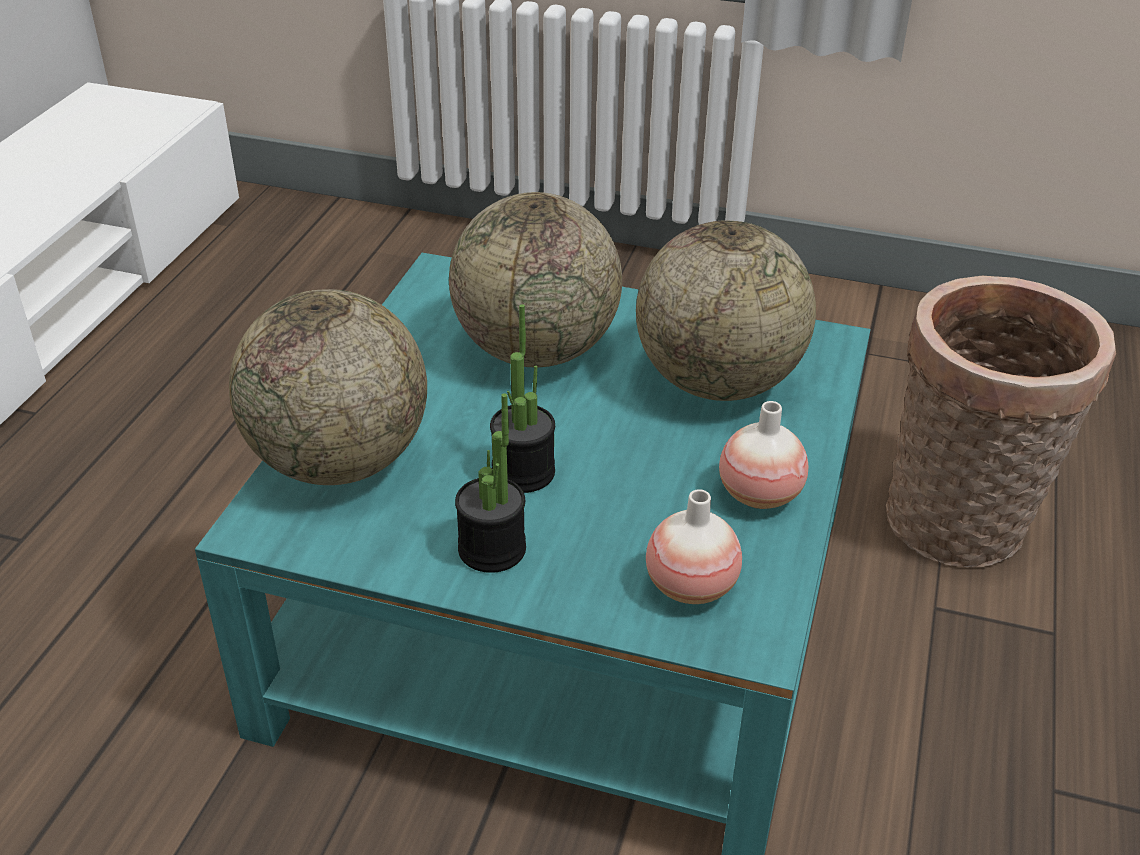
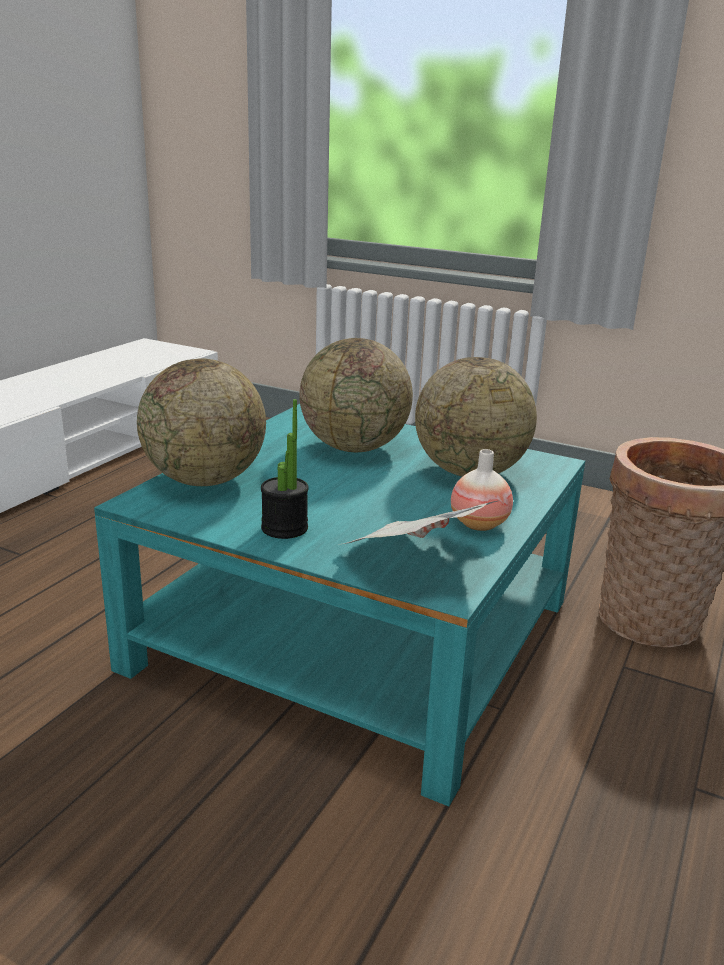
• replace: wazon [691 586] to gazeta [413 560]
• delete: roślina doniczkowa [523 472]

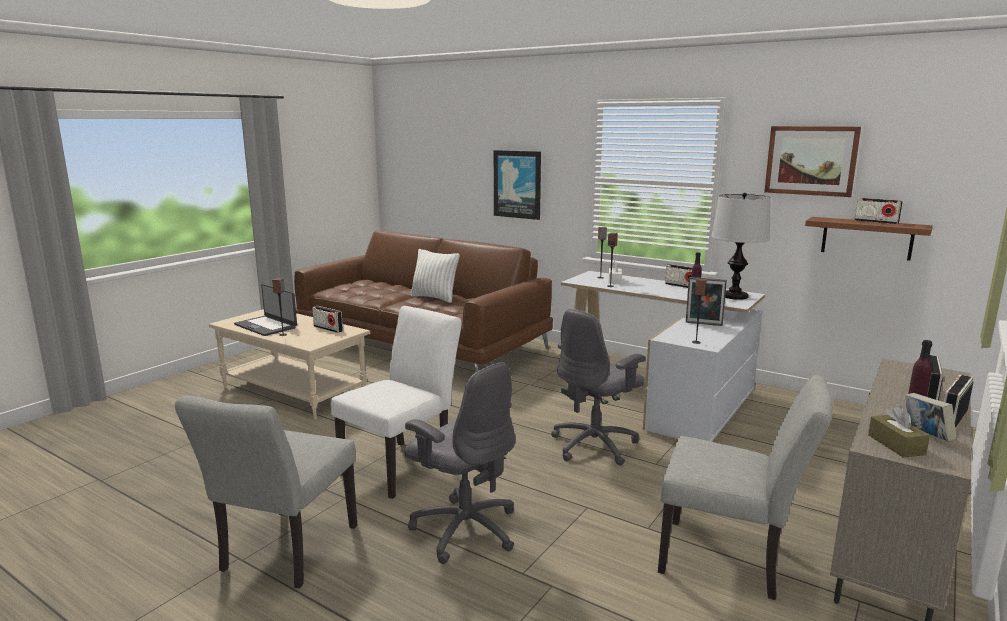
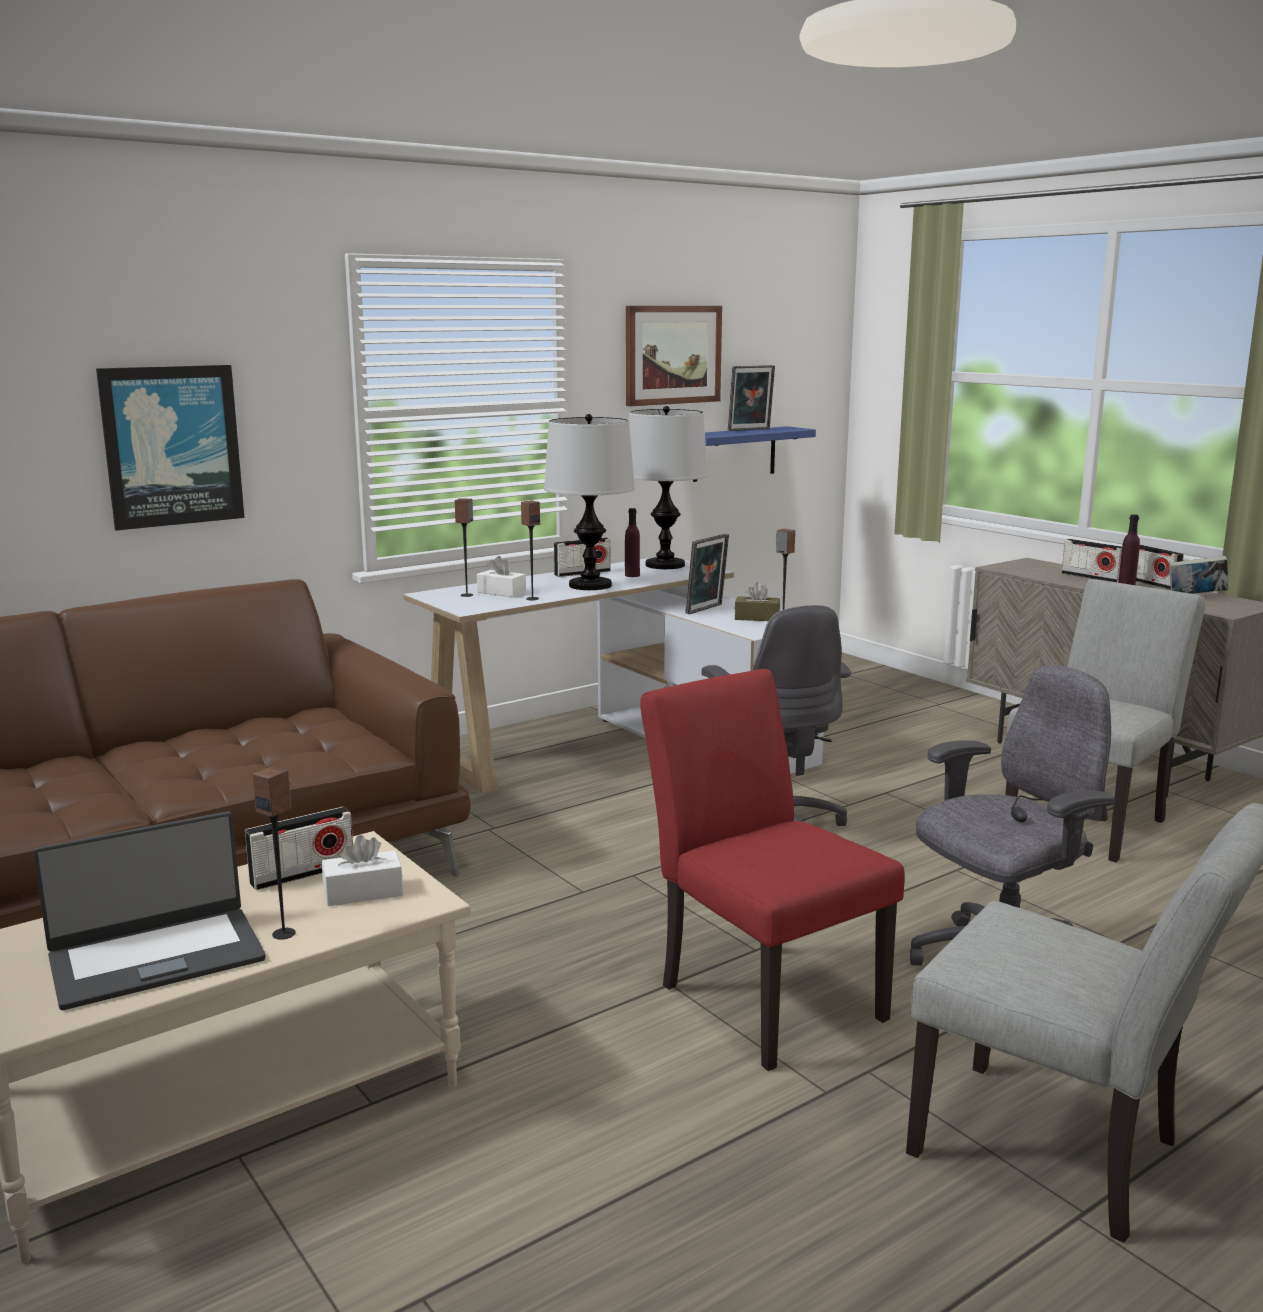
• insert: pudełko chusteczek/biały [363 892]
• insert: lampa stołowa [590 585]
• recolor: krzesło/biały [403 465] to krzesło/czerwony [760 994]
• recolor: półka/brązowy [867 238] to półka/niebieski [734 453]
• replace: radio [876 222] to ramka na zdjęcie [750 430]
• move: pudełko chusteczek/brązowy [896 445] to [757 618]
• delete: poduszka/biały [434 298]

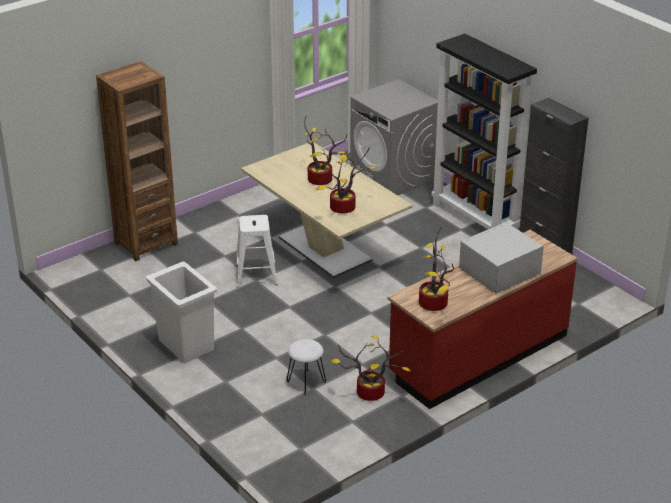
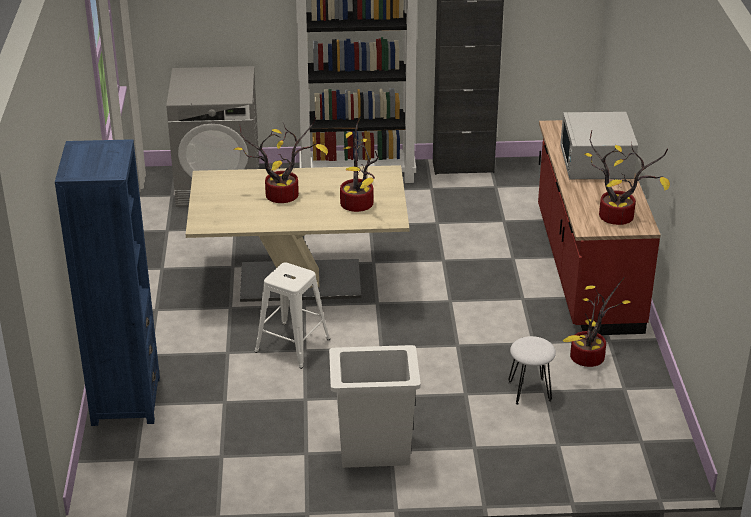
• recolor: regał/brązowy [146 243] to regał/niebieski [125 401]

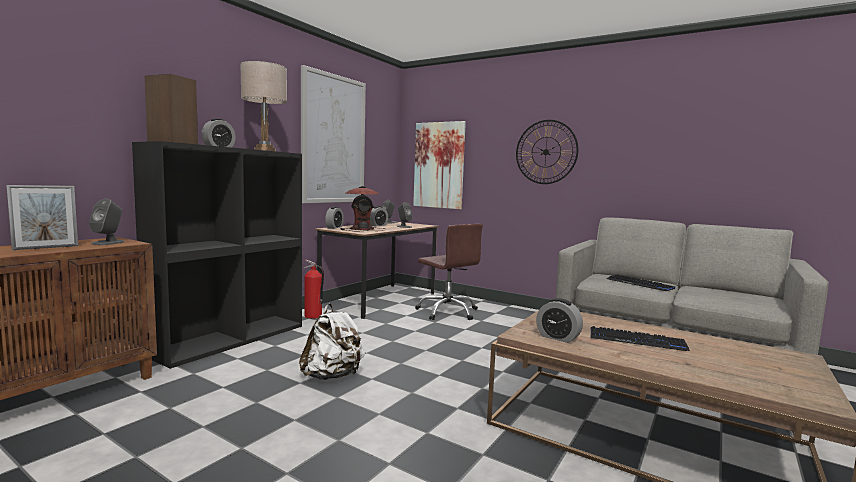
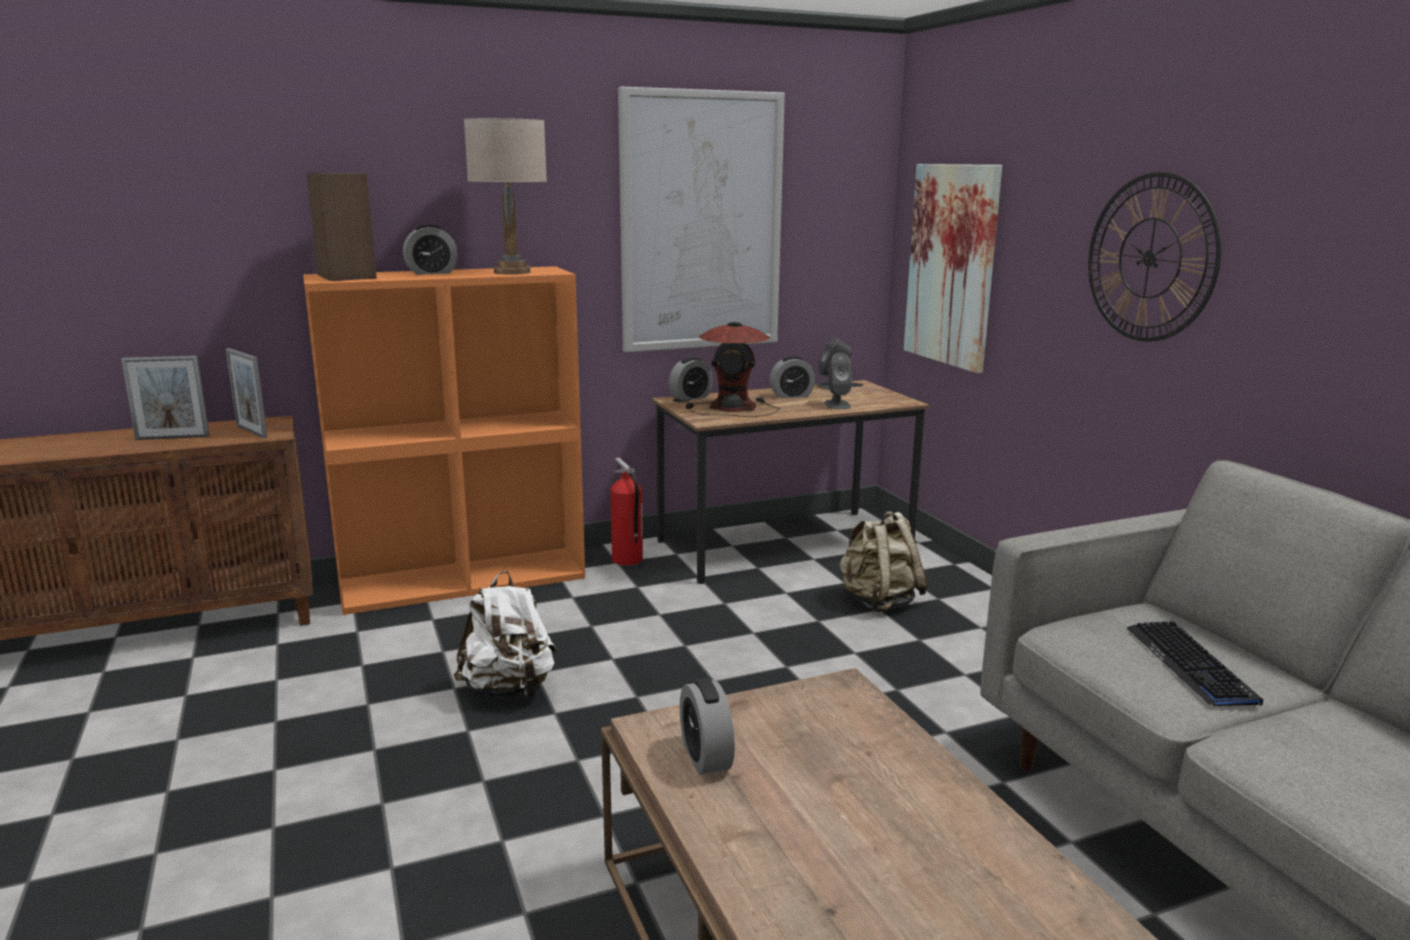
• replace: głośnik/szary [108 243] to ramka na zdjęcie [251 431]
• recolor: regał/czarny [230 339] to regał/pomarańczowy [464 580]
• replace: krzesło biurowe/brązowy [448 312] to plecak/beżowy [878 602]
• delete: klawiatura [636 340]

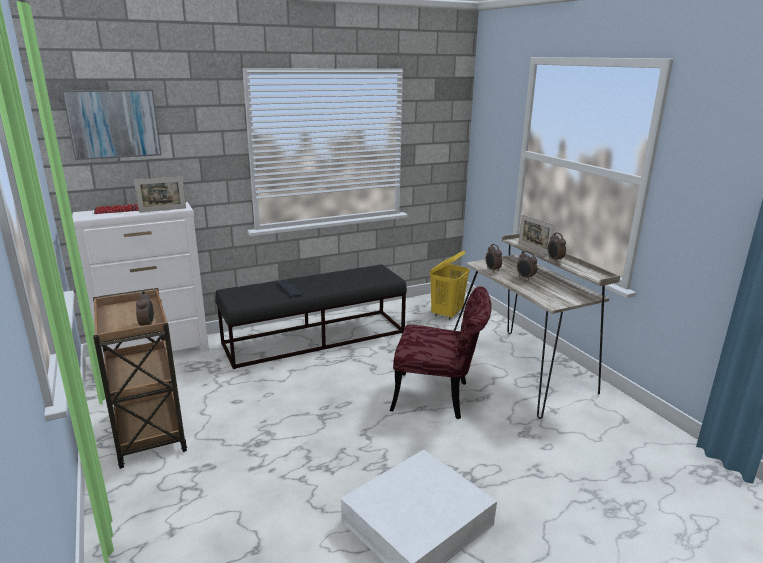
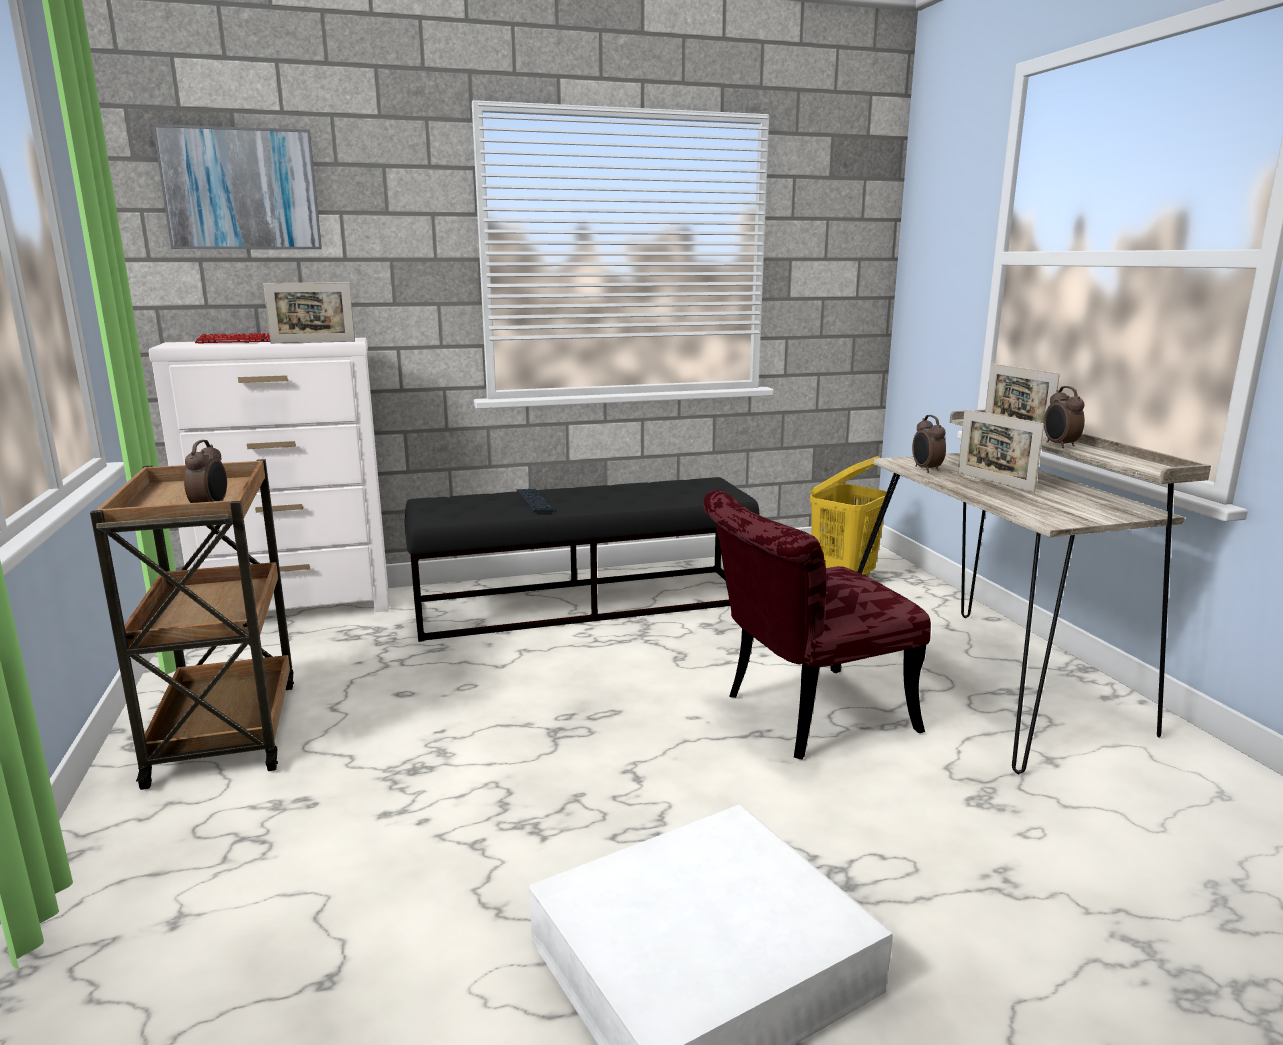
• rotate: krzesło/czerwony [439 397] = [802 716] 135 degrees clockwise
• replace: budzik [525 278] to ramka na zdjęcie [994 482]

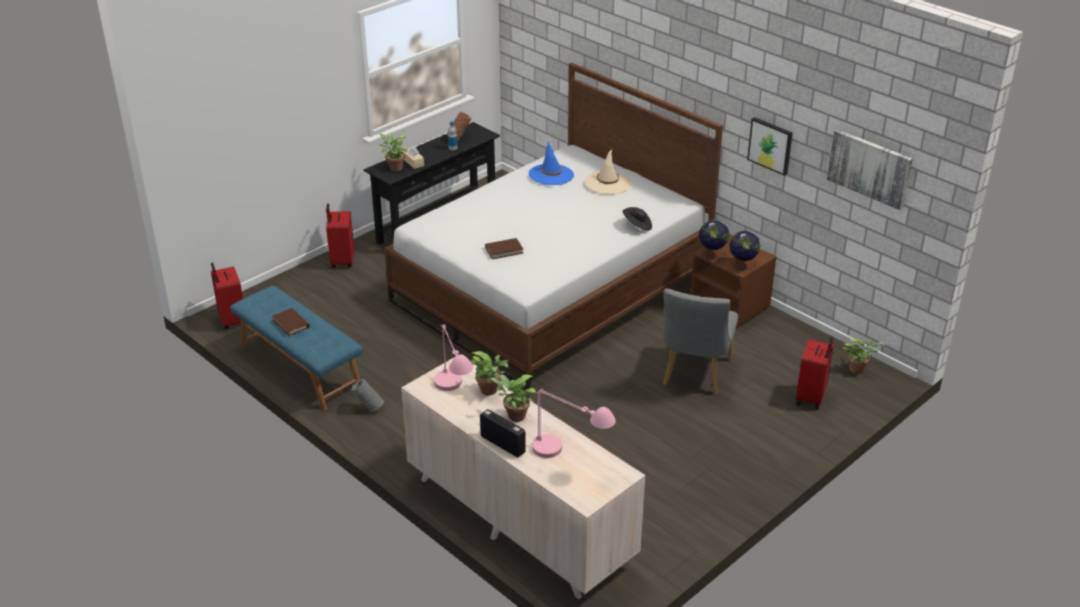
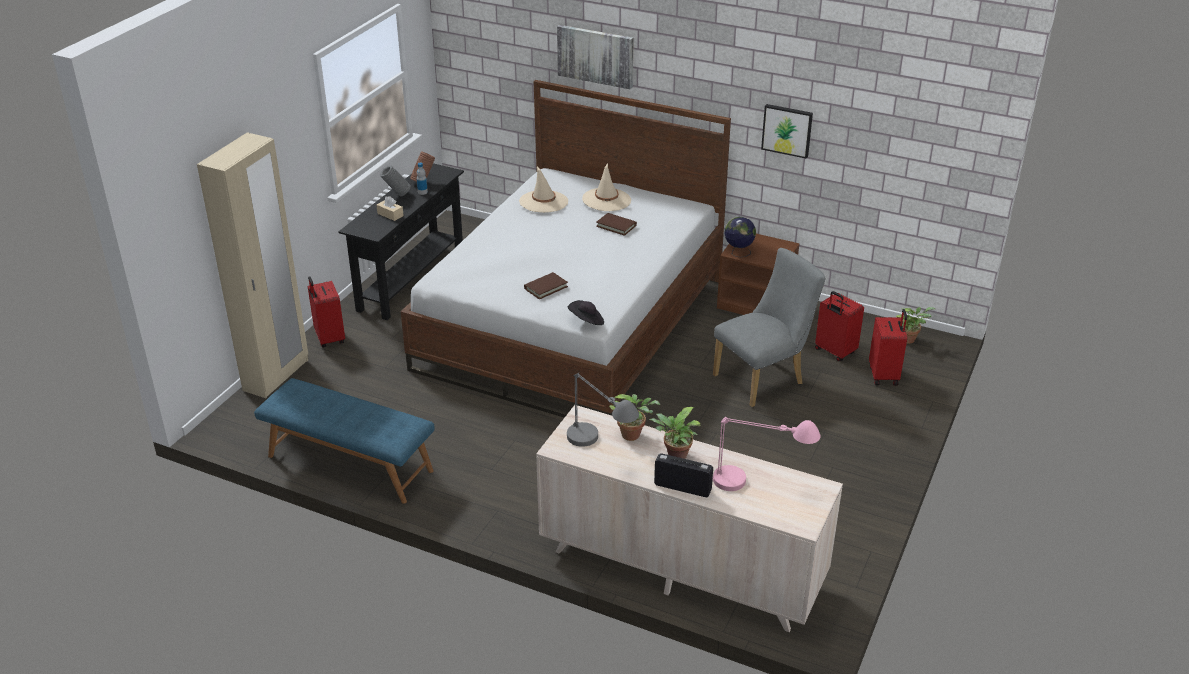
• insert: szafa/beżowy [276 375]
• move: wazon/szary [369 409] to [396 195]
• recolor: kapelusz/niebieski [551 175] to kapelusz/beżowy [543 202]
• move: obraz [870 168] to [595 56]
• recolor: lampa stołowa/różowy [454 397] to lampa stołowa/szary [600 451]
• move: kapelusz/czarny [637 225] to [586 321]
• move: książka/brązowy [291 323] to [616 226]
• rotate: krzesło/szary [694 375] = [764 378] 120 degrees counterclockwise
• move: walizka/czerwony [231 320] to [834 352]
• delete: roślina doniczkowa [394 168]
• delete: globus [742 265]

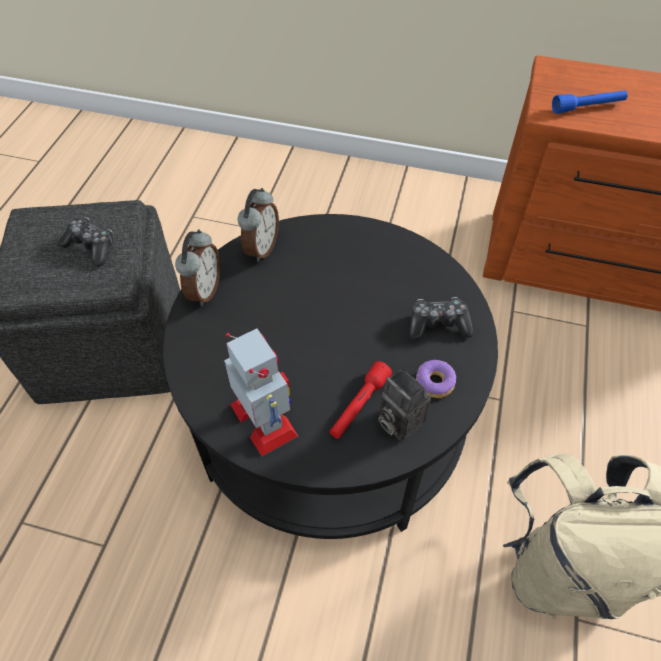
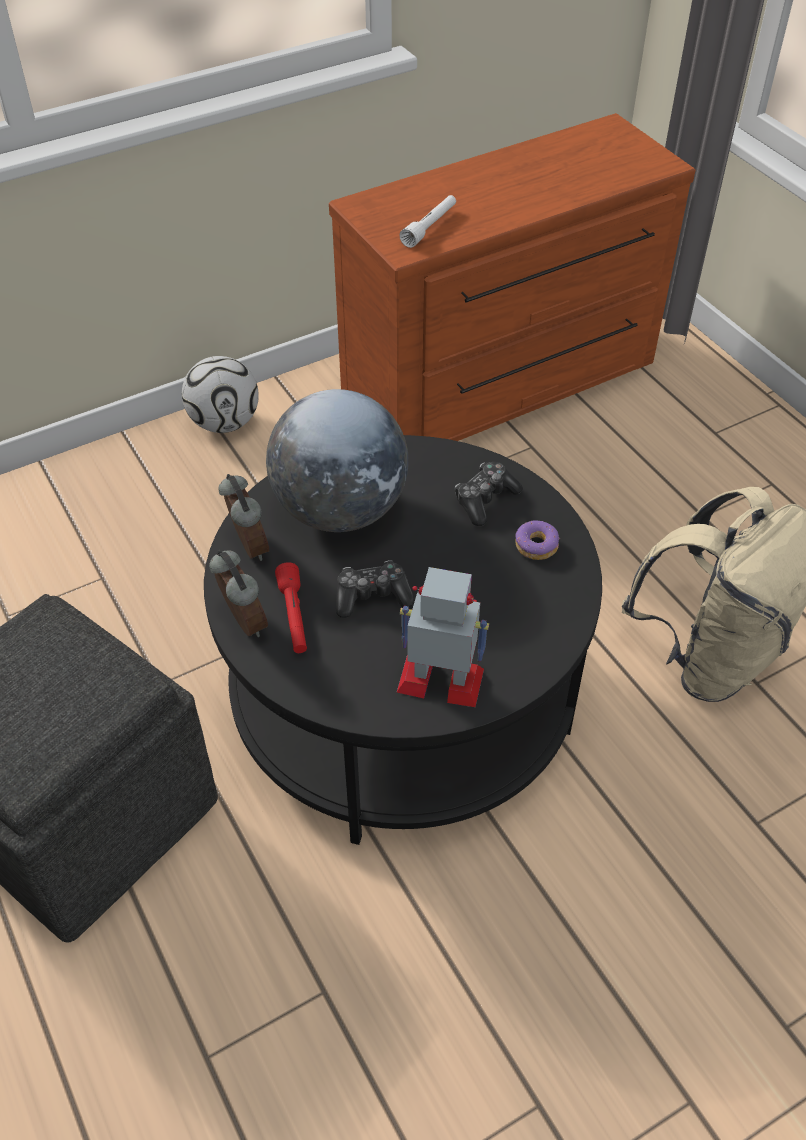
• insert: piłka futbolowa [225 422]
• insert: globus [340 510]
• move: latarka/czerwony [359 405] to [294 616]
• move: pad do gier [91 246] to [372 596]
• recolor: latarka/niebieski [587 107] to latarka/biały [430 227]
• delete: aparat fotograficzny [398 420]

